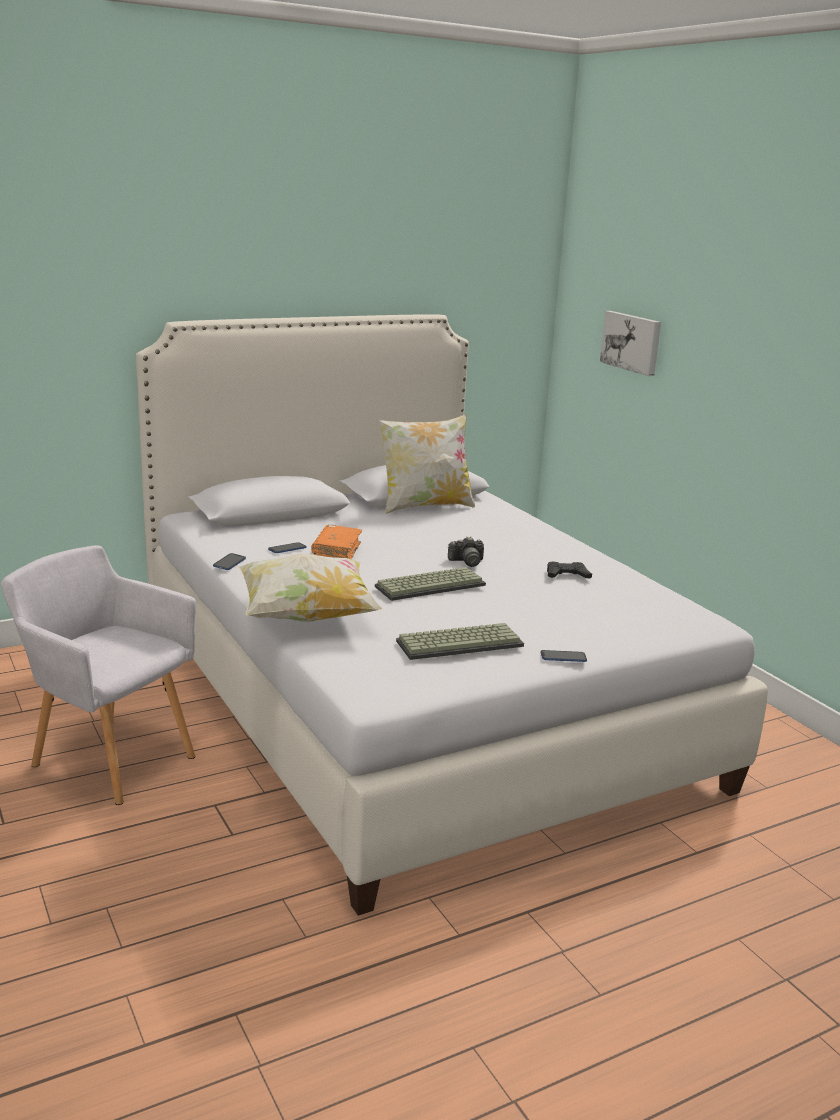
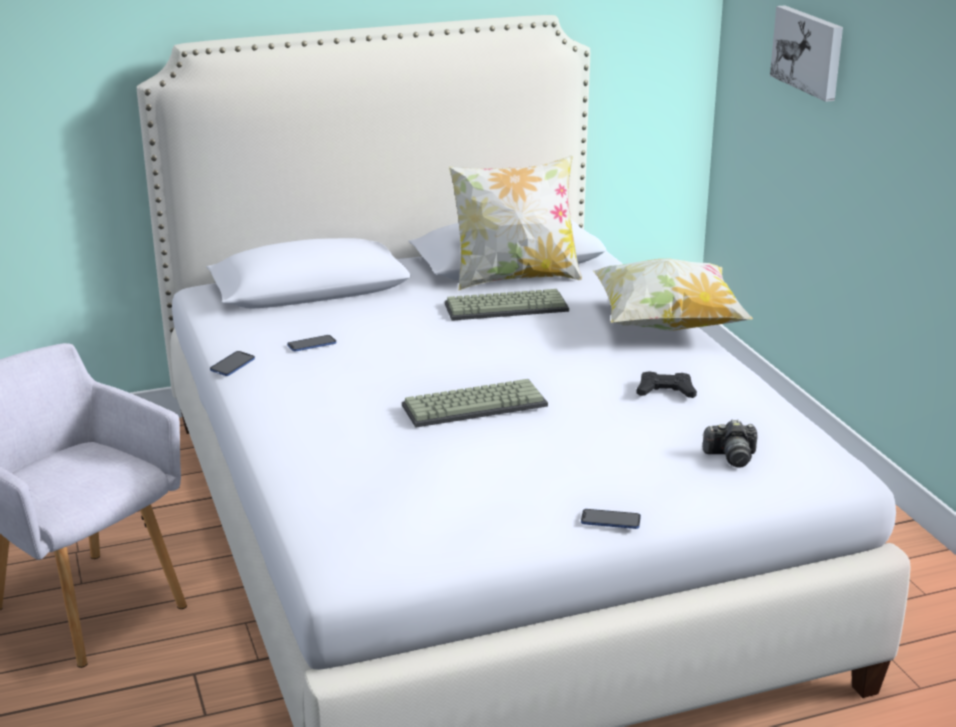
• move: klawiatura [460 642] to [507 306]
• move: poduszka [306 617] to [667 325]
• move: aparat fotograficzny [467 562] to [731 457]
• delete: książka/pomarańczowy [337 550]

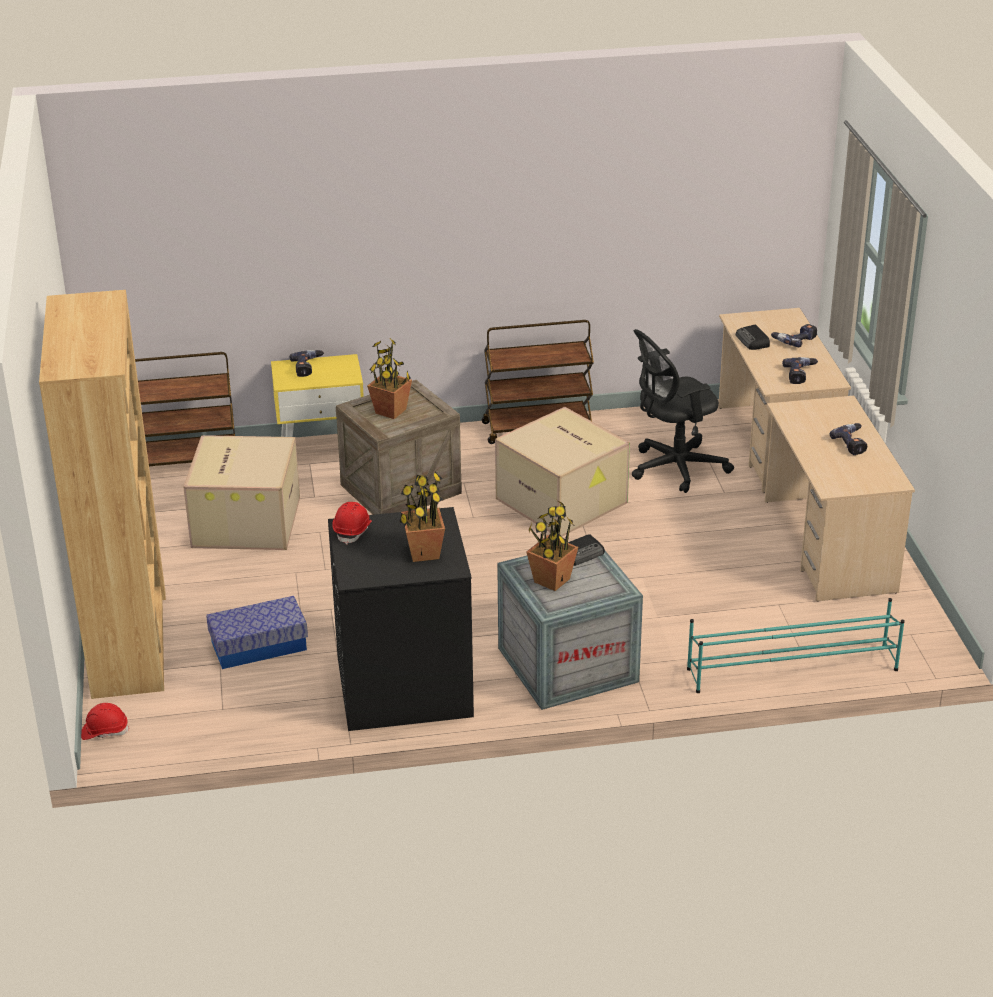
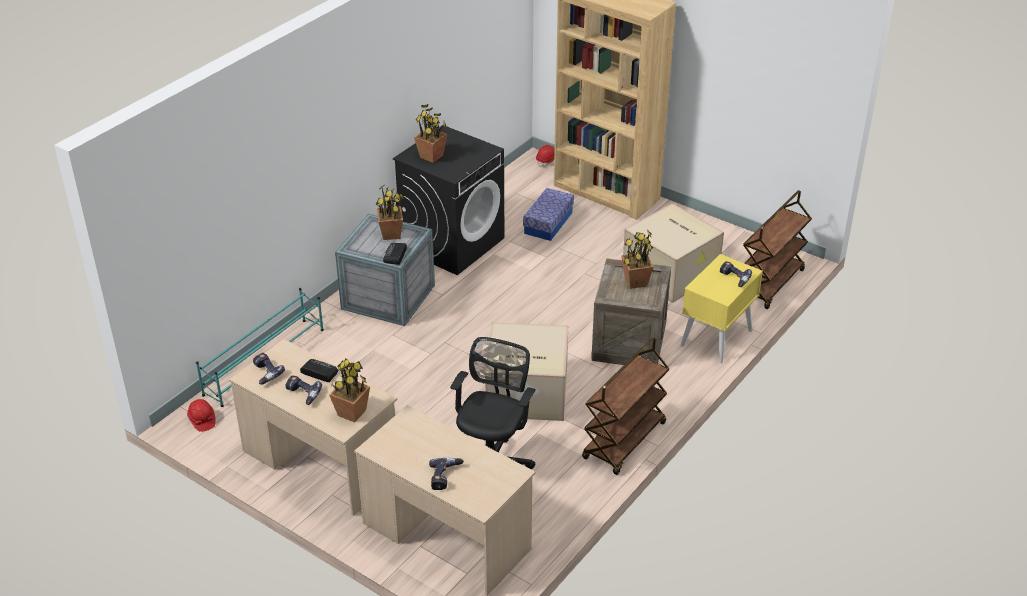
• move: kask/czerwony [353 530] to [202 420]
• move: wiertarka [801 375] to [265 373]
• move: radio [753 341] to [319 372]
• insert: roślina doniczkowa [351 413]

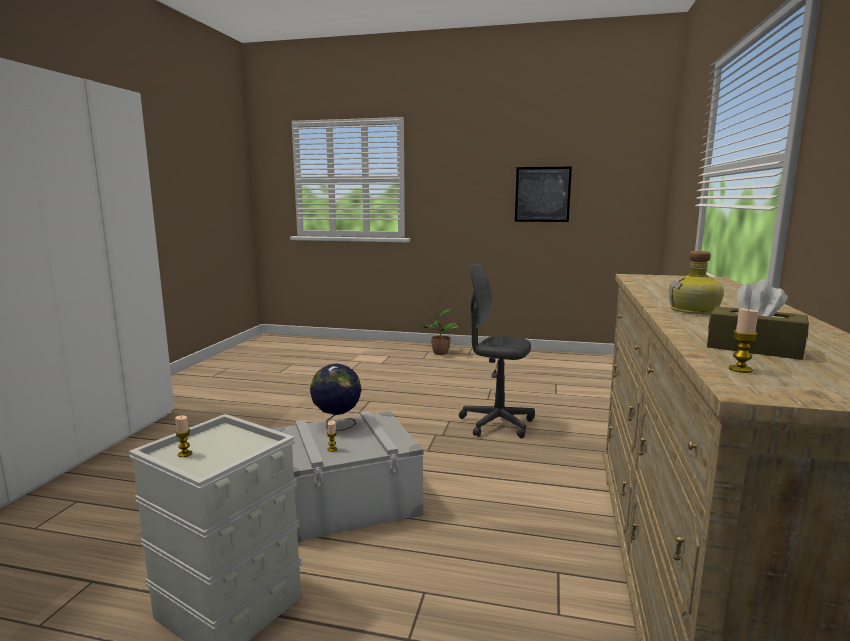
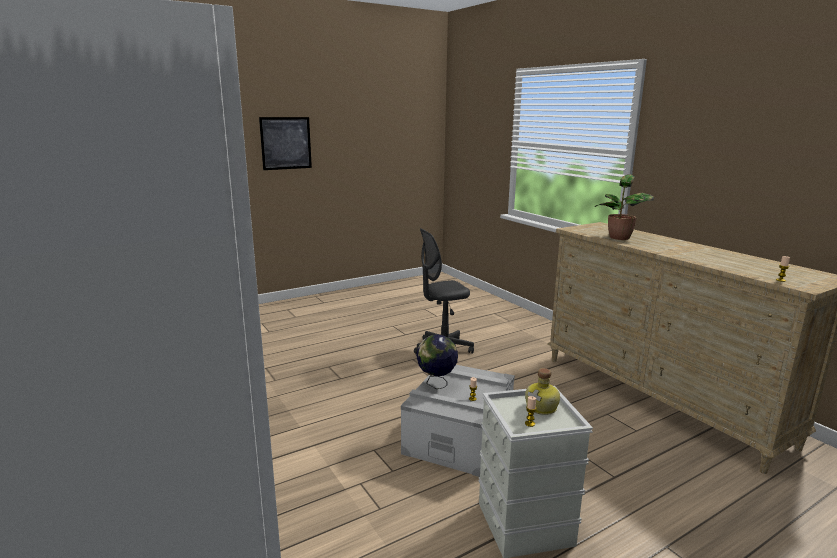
• move: obraz [542 194] to [286 143]
• move: butelka [695 311] to [542 407]
• move: roślina doniczkowa [439 353] to [619 238]
• delete: pudełko chusteczek/brązowy [753 348]

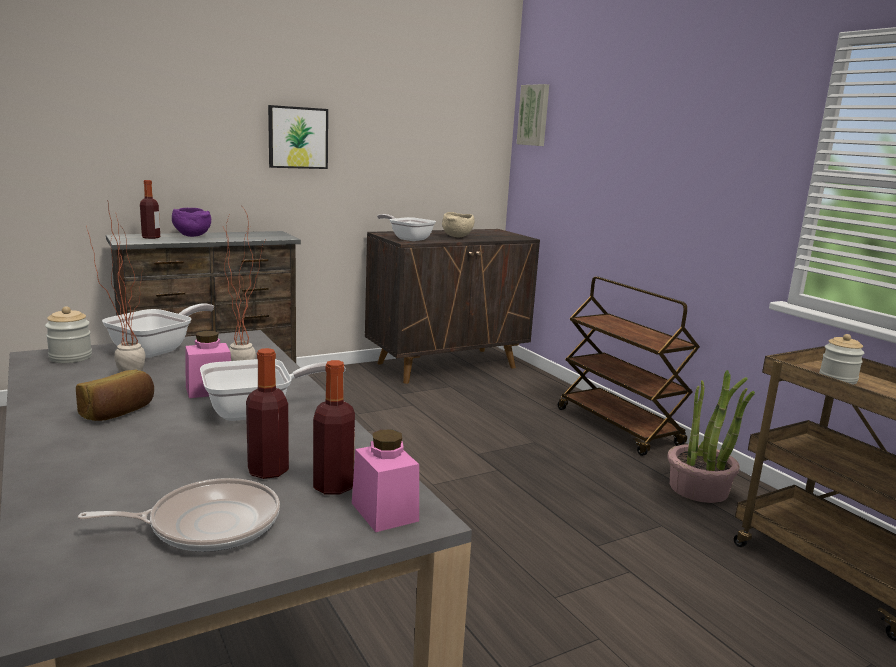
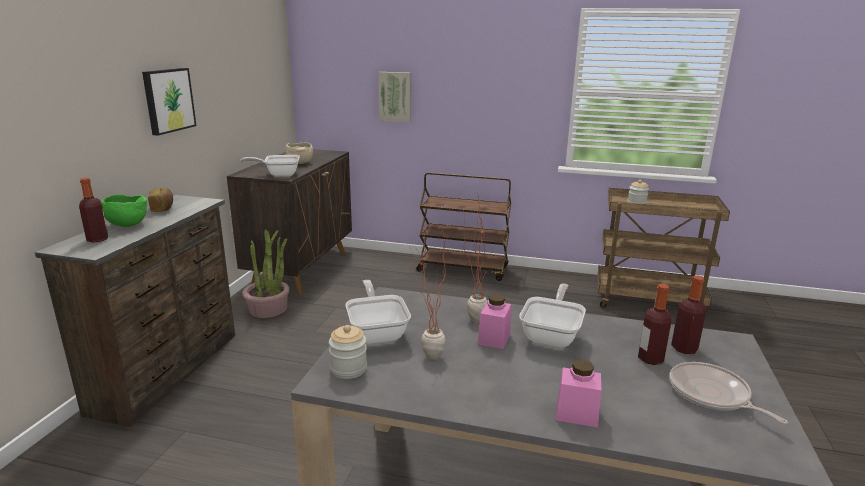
• recolor: miska/fioletowy [191 236] to miska/zielony [126 225]
• move: chleb [119 412] to [163 208]
• move: roślina doniczkowa [699 489] to [268 309]
• move: obraz [534 115] to [395 96]
• move: słoik/różowy [384 512] to [577 413]
• rotate: patelnia [208 524] = [711 394] 60 degrees counterclockwise

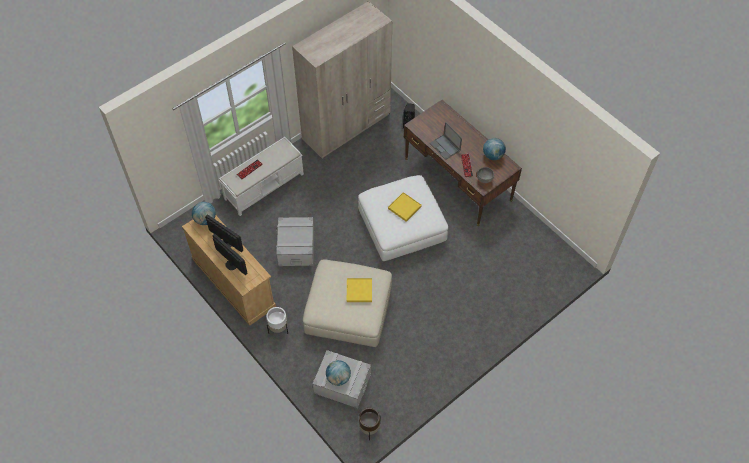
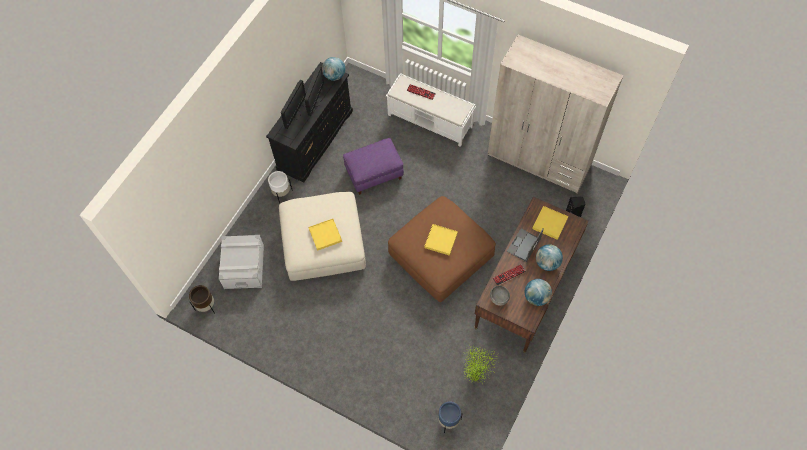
• recolor: komoda/beżowy [233 282] to komoda/czarny [315 139]
• replace: pojemnik do przechowywania/szary [296 247] to pufa/fioletowy [374 174]
• recolor: pufa/biały [401 225] to pufa/brązowy [441 255]
• insert: donica/niebieski [448 421]
• insert: roślina doniczkowa [474 380]
• insert: taca/żółty [550 223]
• move: globus [338 378] to [547 263]

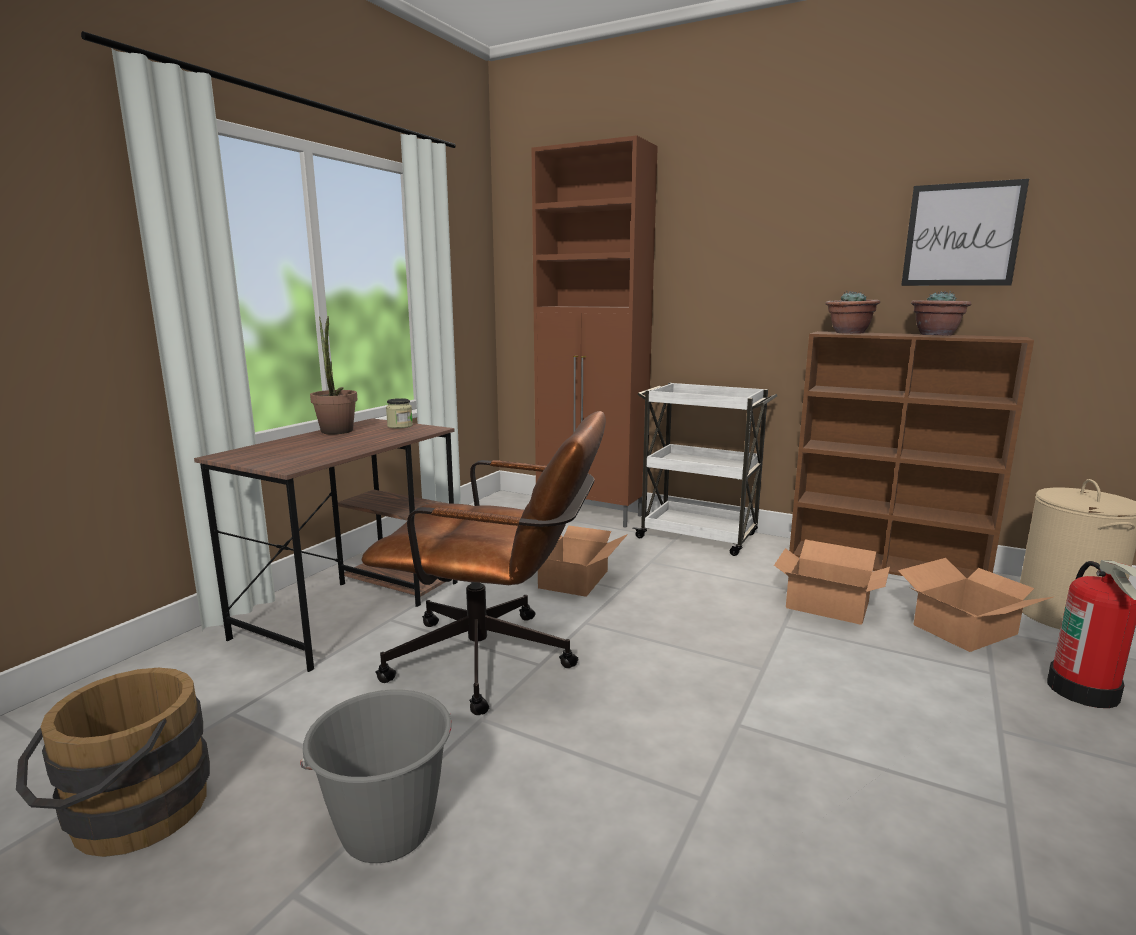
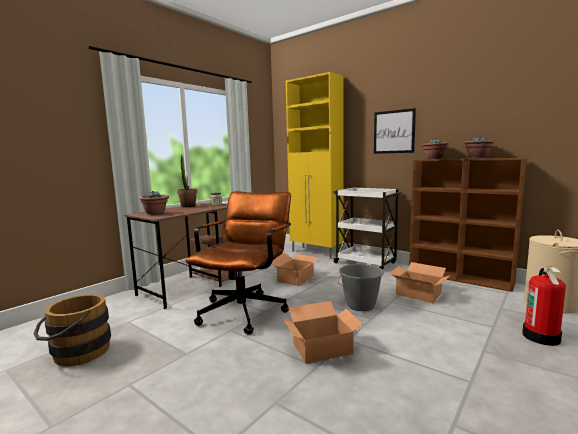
• insert: roślina doniczkowa [155 213]
• rotate: krzesło biurowe/brązowy [497 661] = [246 309] 90 degrees counterclockwise
• move: karton [966 629] to [323 348]
• recolor: szafka/brązowy [591 514] to szafka/żółty [316 252]
• move: wiadro/szary [387 830] to [360 305]
• move: obraz [961 235] to [394 132]

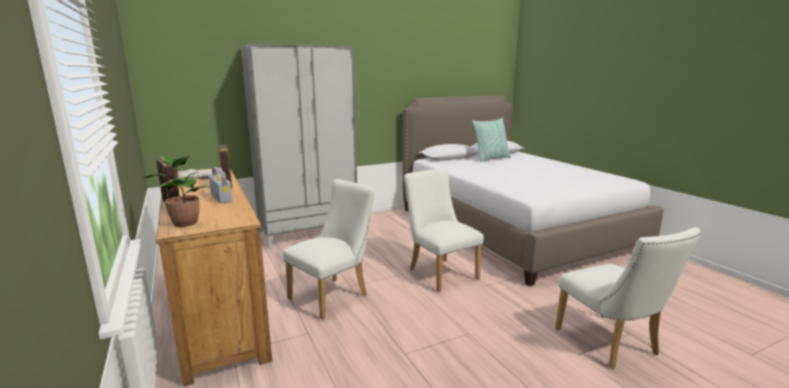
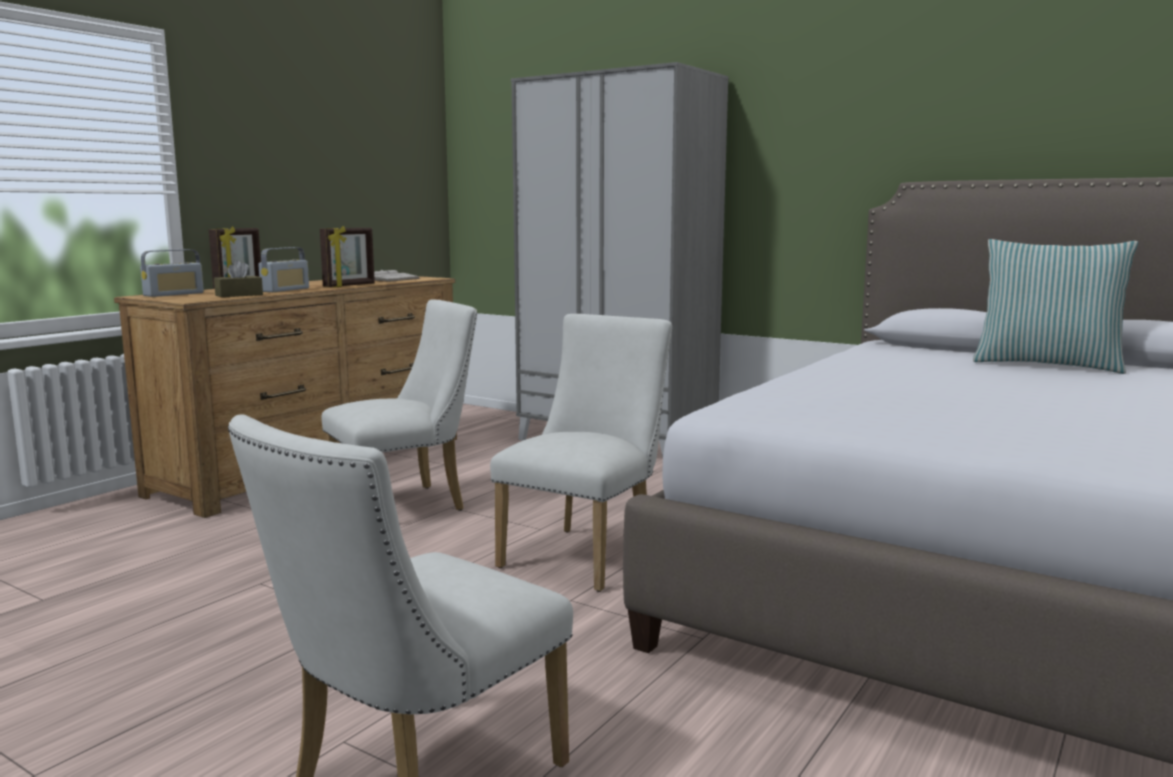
• replace: roślina doniczkowa [184 223] to radio [174 294]
• insert: pudełko chusteczek/brązowy [239 295]
• rotate: krzesło/biały [333 295] = [407 505] 45 degrees counterclockwise

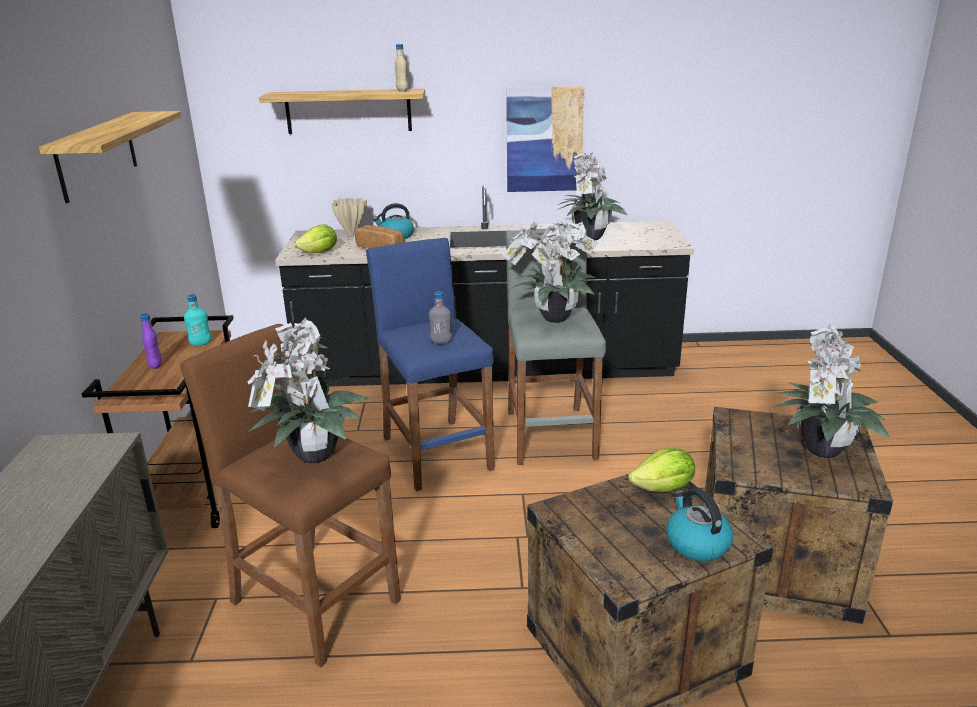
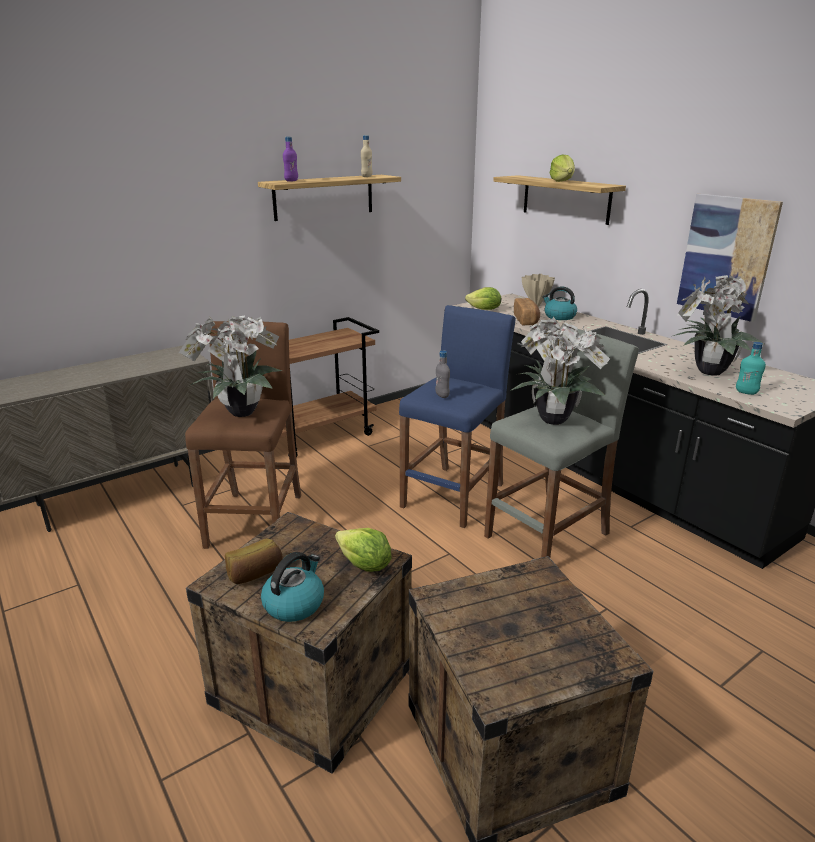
• insert: chleb [255 573]
• move: butelka/fioletowy [155 365] to [291 181]
• move: butelka/beżowy [402 91] to [366 176]
• insert: sałata [562 181]
• move: butelka/turkusowy [200 344] to [746 392]
• delete: roślina doniczkowa [820 452]

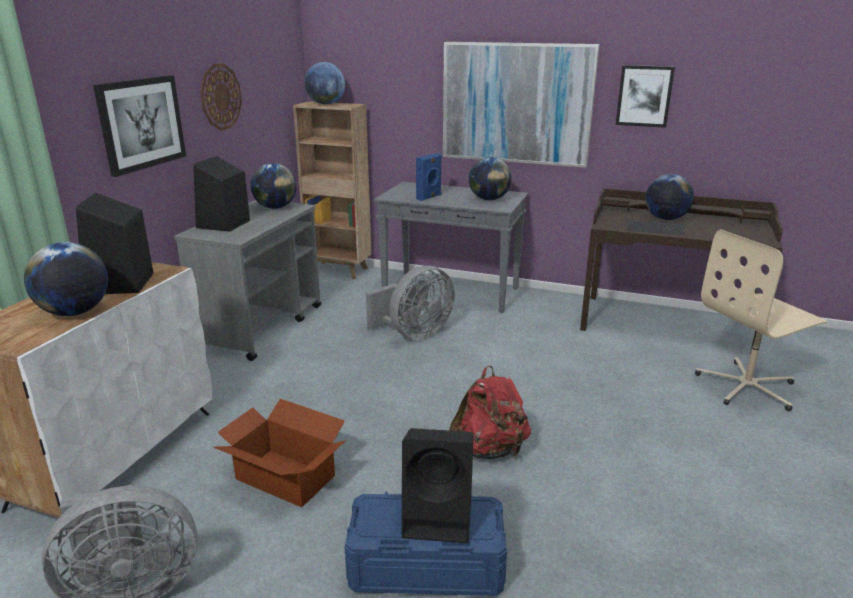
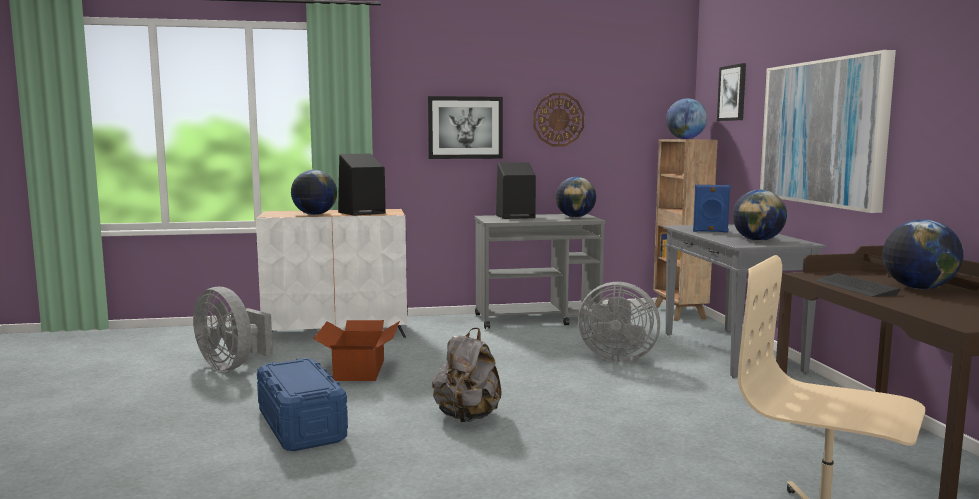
• recolor: plecak/czerwony [489 450] to plecak/szary [467 417]
• move: obraz [644 96] to [732 93]
• delete: głośnik/czarny [440 517]

